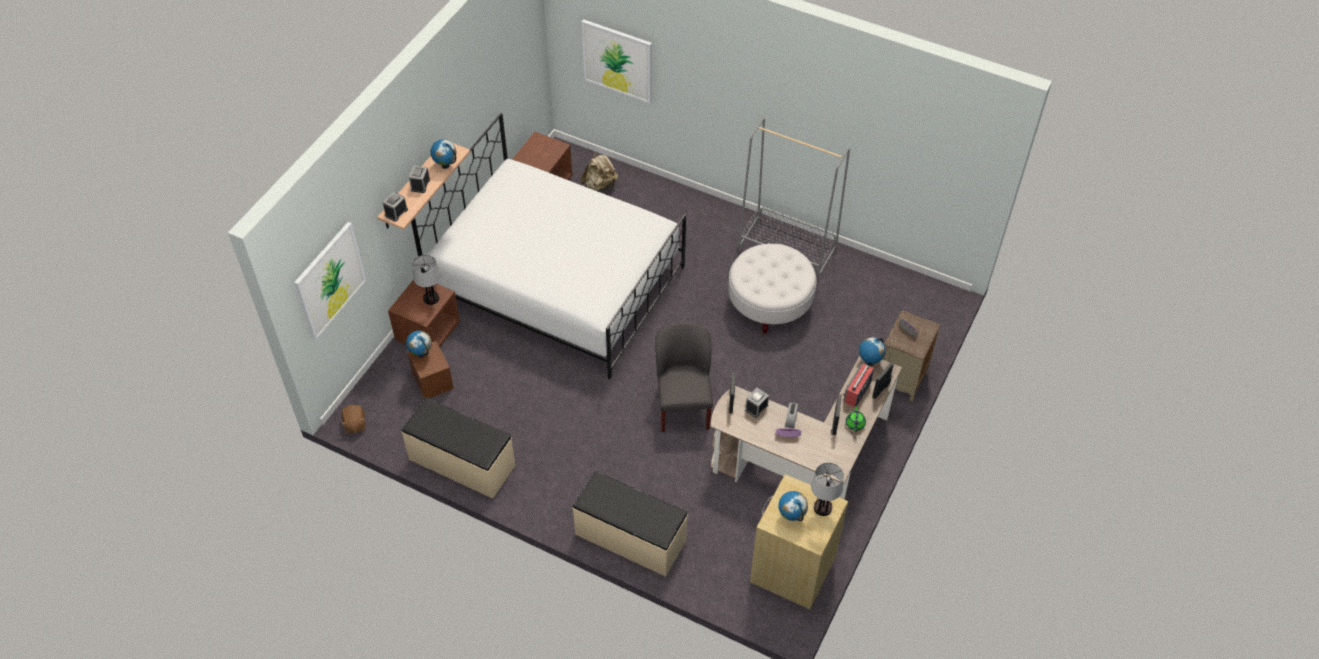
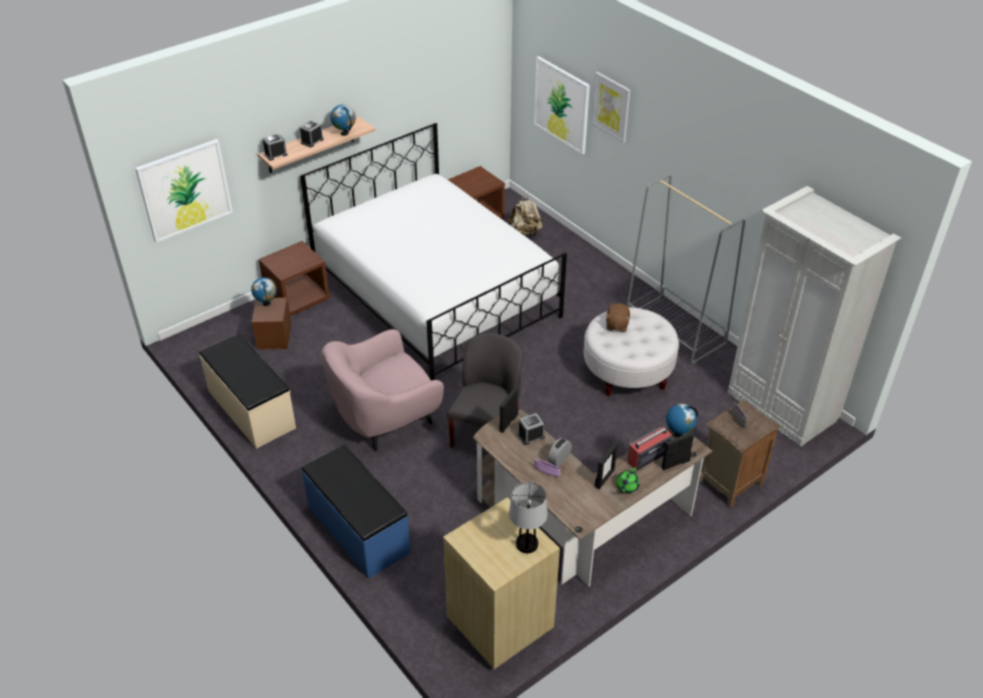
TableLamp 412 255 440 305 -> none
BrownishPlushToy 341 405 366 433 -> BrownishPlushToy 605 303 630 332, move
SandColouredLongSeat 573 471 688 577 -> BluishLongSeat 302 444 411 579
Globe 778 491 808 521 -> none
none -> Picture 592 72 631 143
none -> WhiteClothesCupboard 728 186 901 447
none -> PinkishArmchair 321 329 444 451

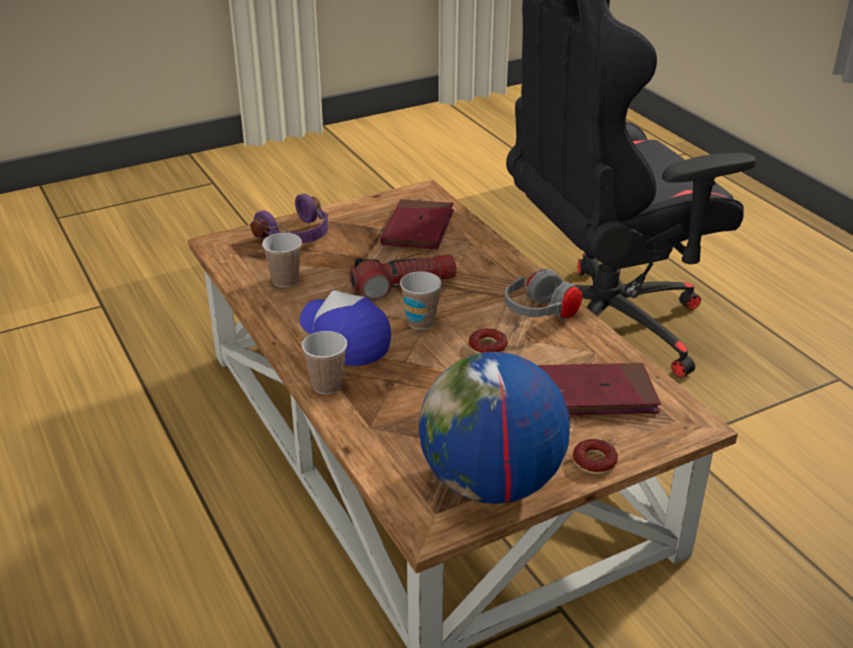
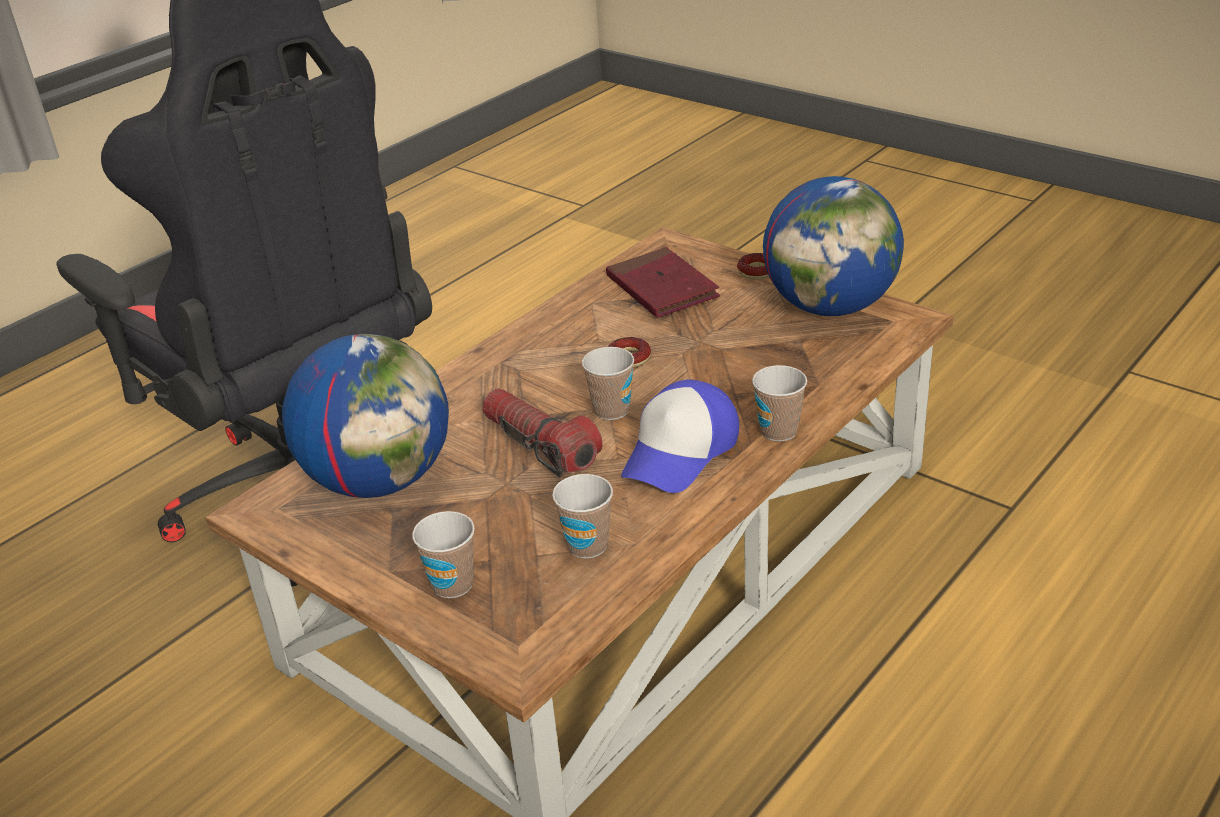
PurpleColouredPairOfHeadphones 251 194 328 243 -> DrinkingCup 412 511 475 598
ReddishBoundBook 380 199 454 249 -> Globe 282 334 449 498
GreyishPairOfHeadphones 504 269 582 320 -> none

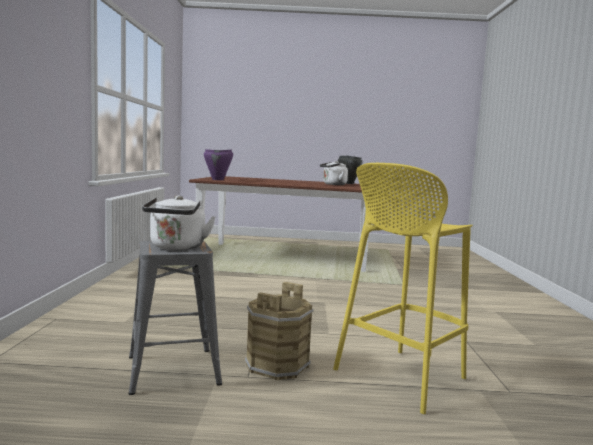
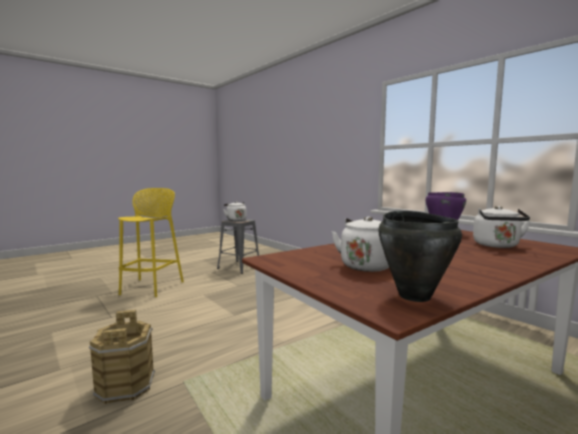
BrownishPail 245 282 313 380 -> BrownishPail 89 310 155 404, move
none -> WhiteTeaKettle 473 206 530 248

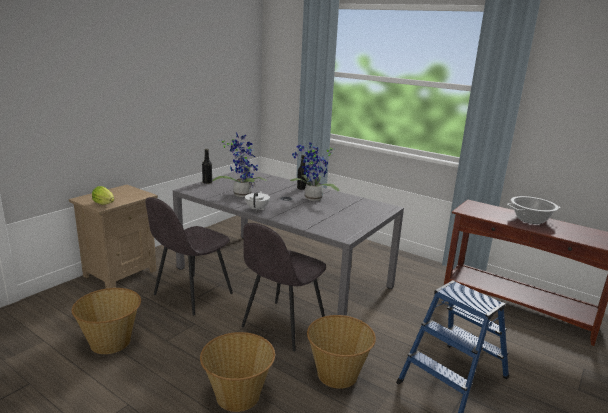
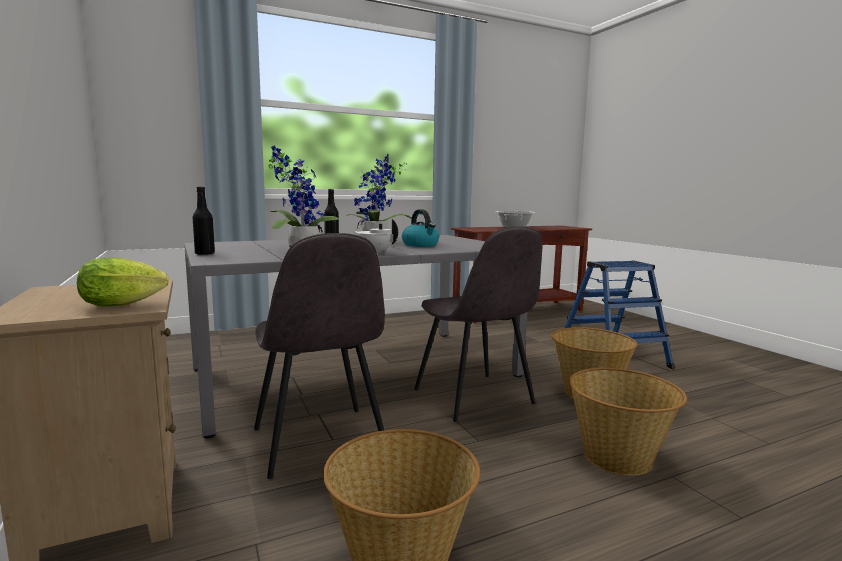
none -> TeaKettle 402 209 439 247

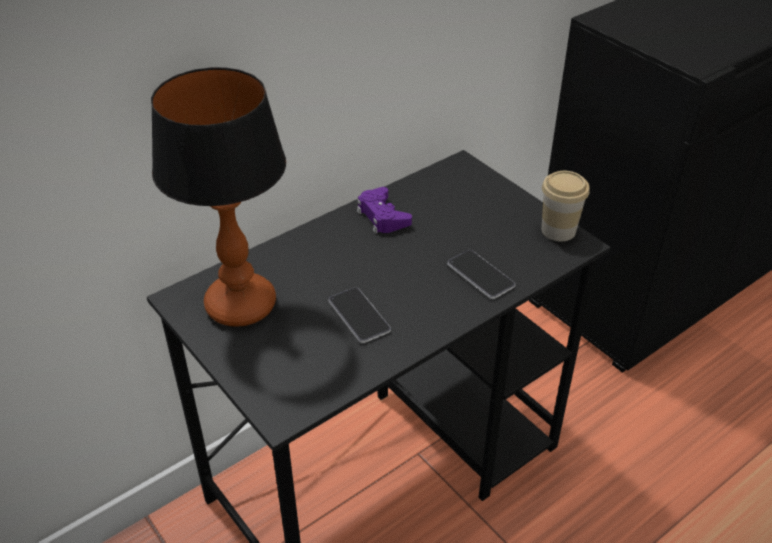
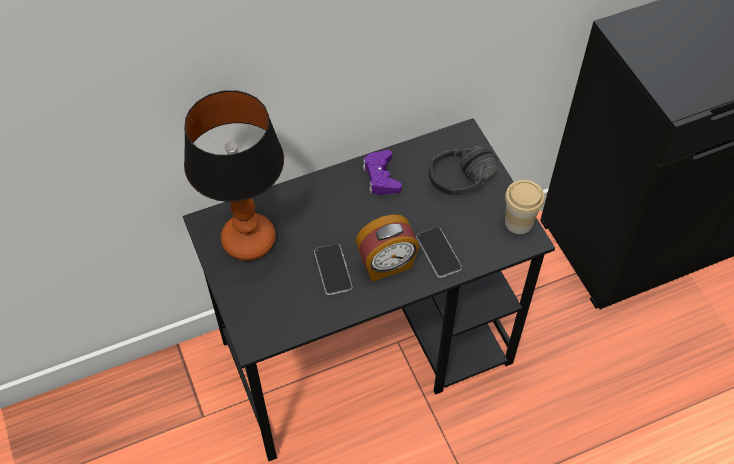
none -> BlackishPairOfHeadphones 429 146 498 196
none -> BedsideClock 356 214 420 282

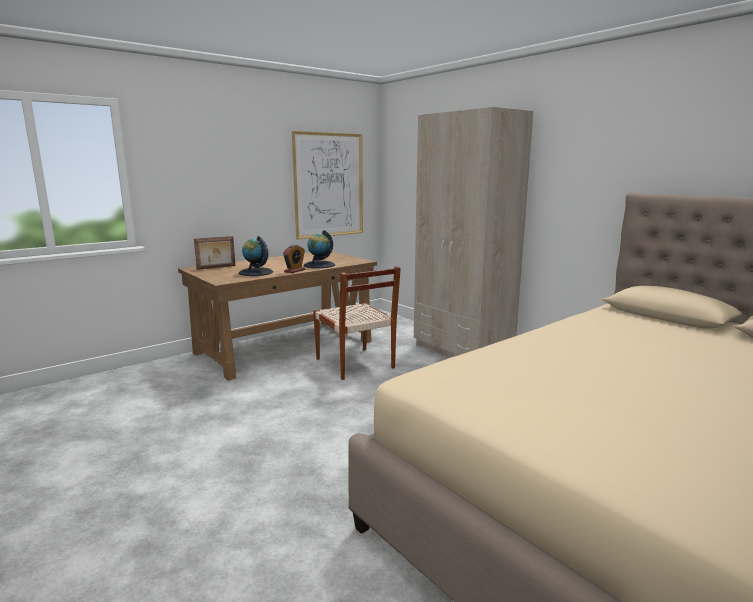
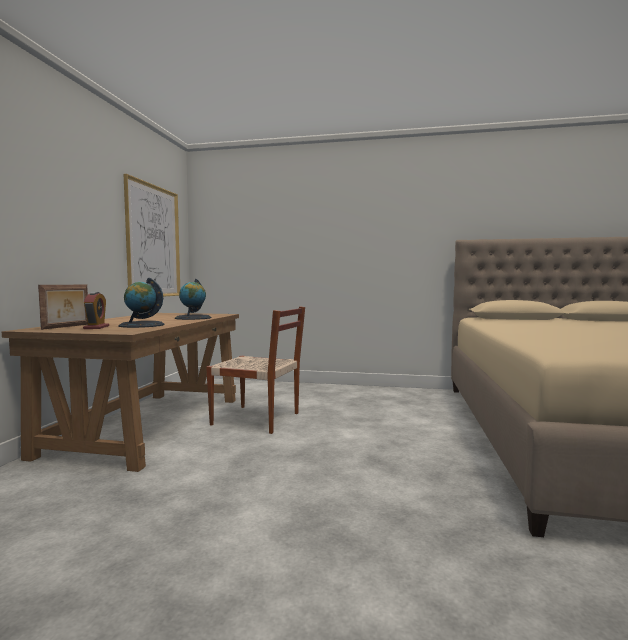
SandColouredClothesCupboard 414 107 533 358 -> none
BedsideClock 283 245 305 273 -> BedsideClock 83 292 109 329, move

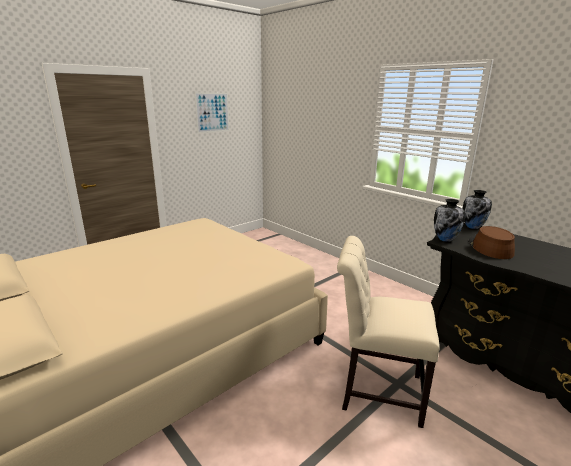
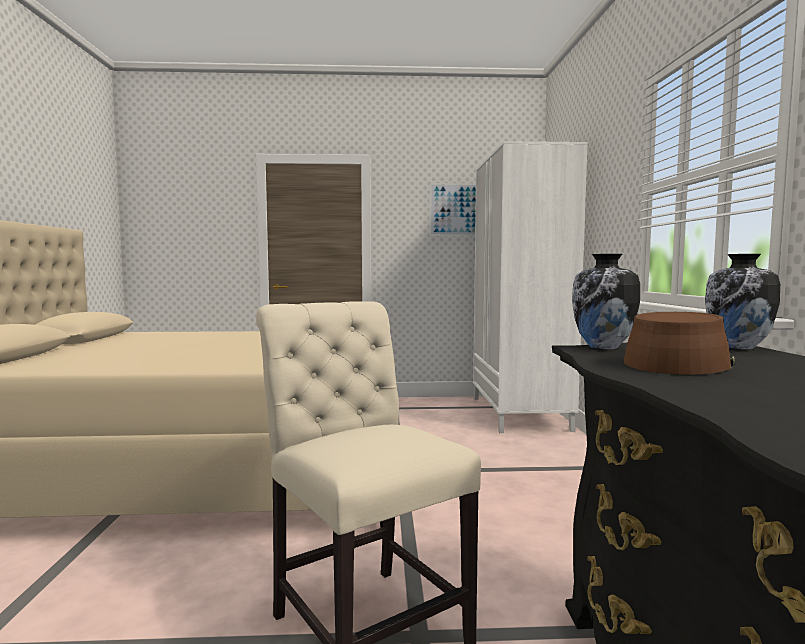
none -> WhiteClothesCupboard 473 141 588 433

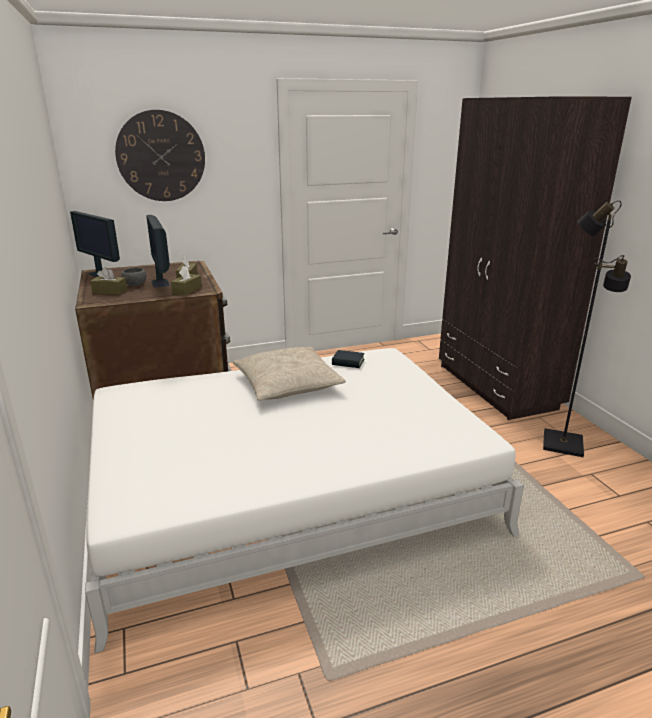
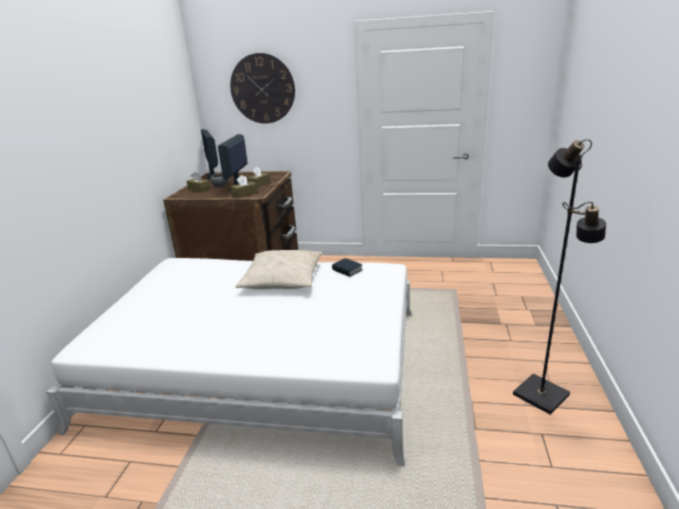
BrownishClothesCupboard 439 96 632 420 -> none

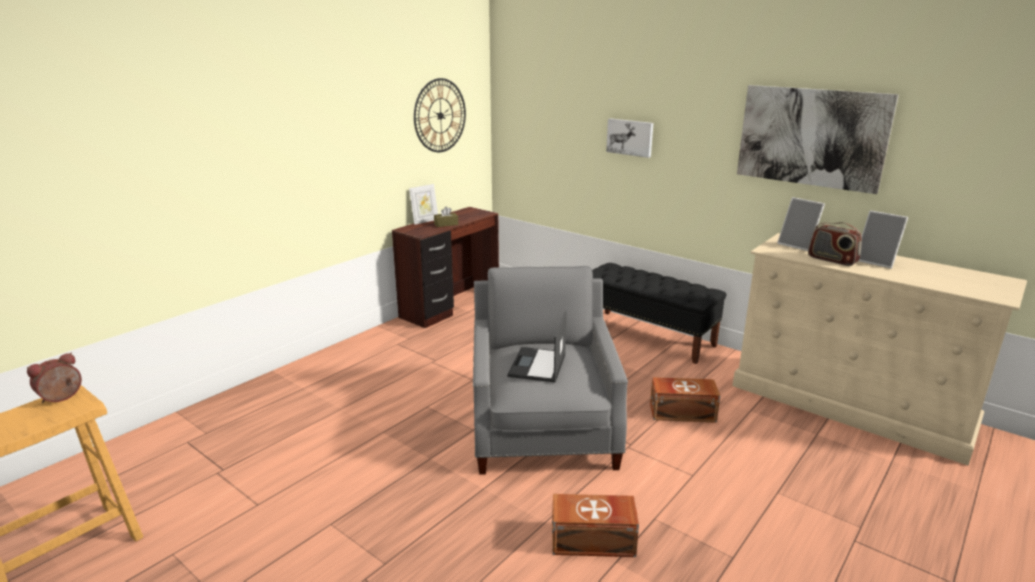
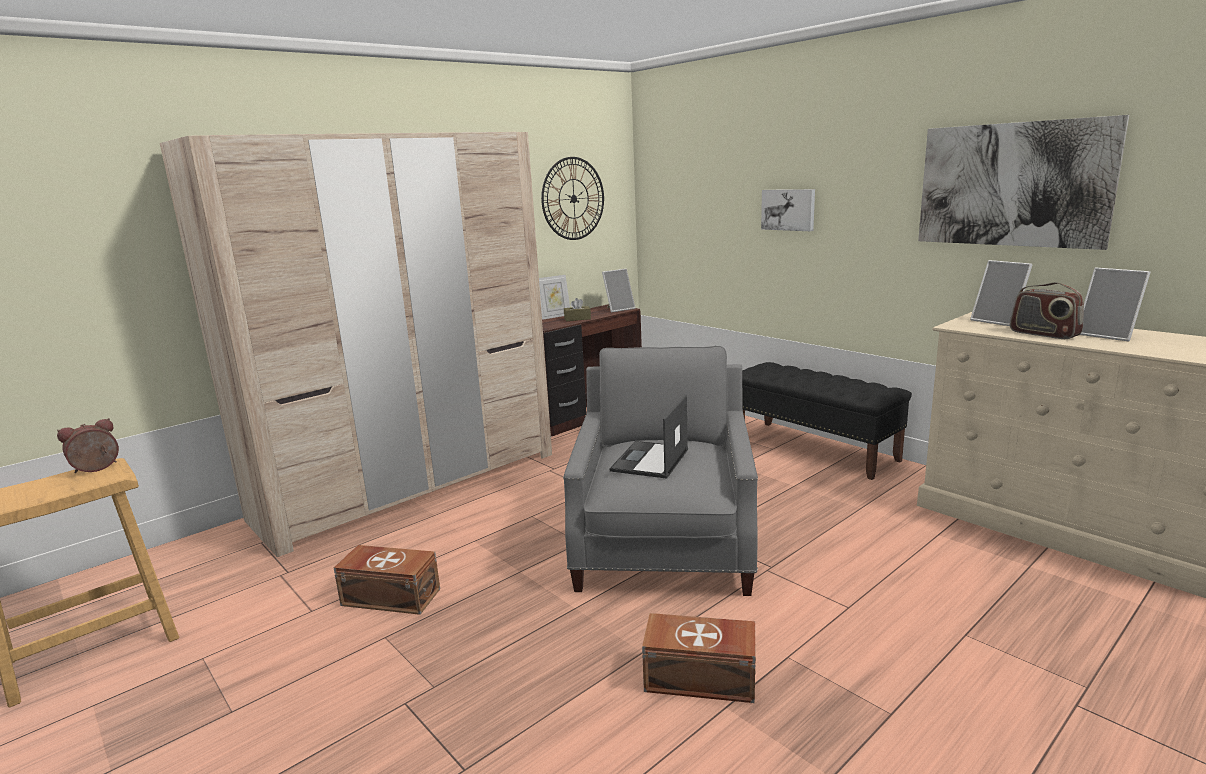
BrownishStorageContainer 650 377 720 423 -> BrownishStorageContainer 334 545 440 615, move
none -> SandColouredClothesCupboard 160 132 552 557
none -> PictureFrame 602 269 636 313

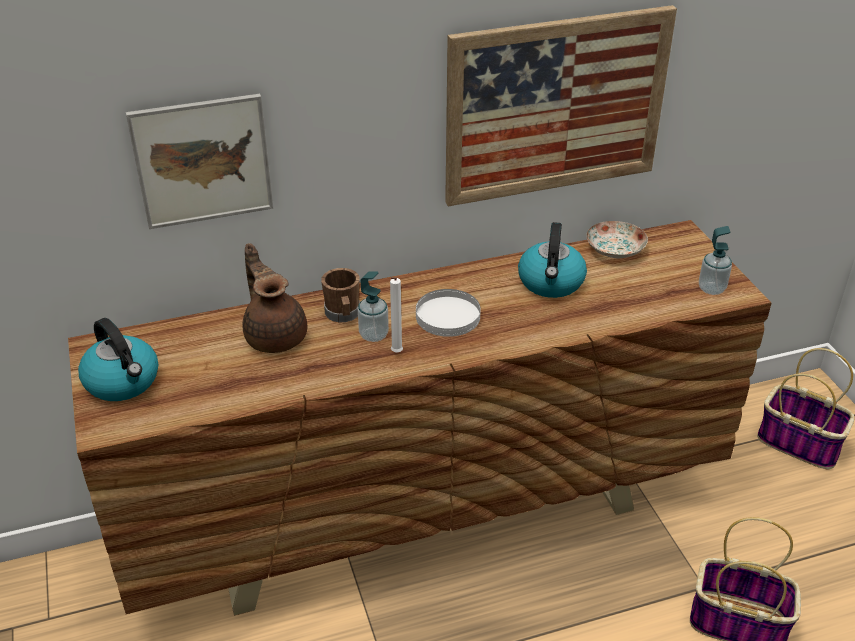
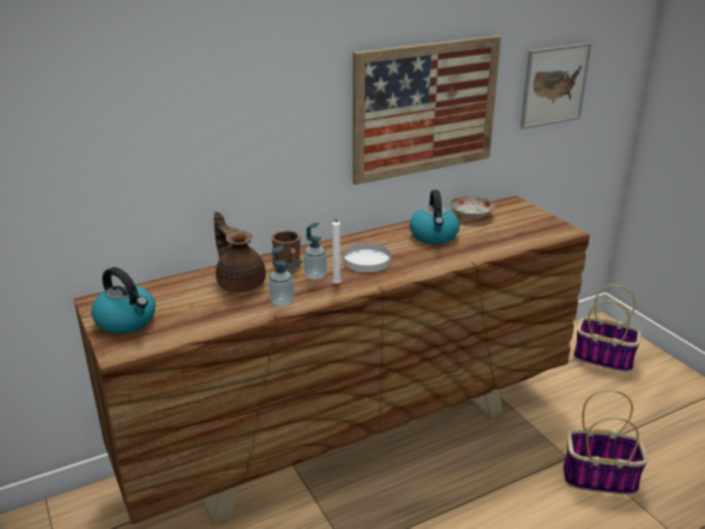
Picture 126 94 273 229 -> Picture 520 43 591 129, move
LiquidSoapBottle 699 226 732 295 -> LiquidSoapBottle 268 246 294 307, move

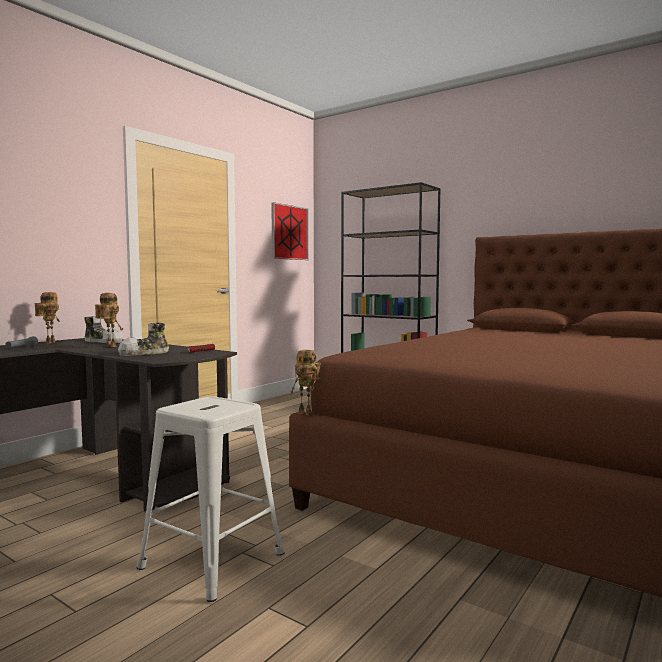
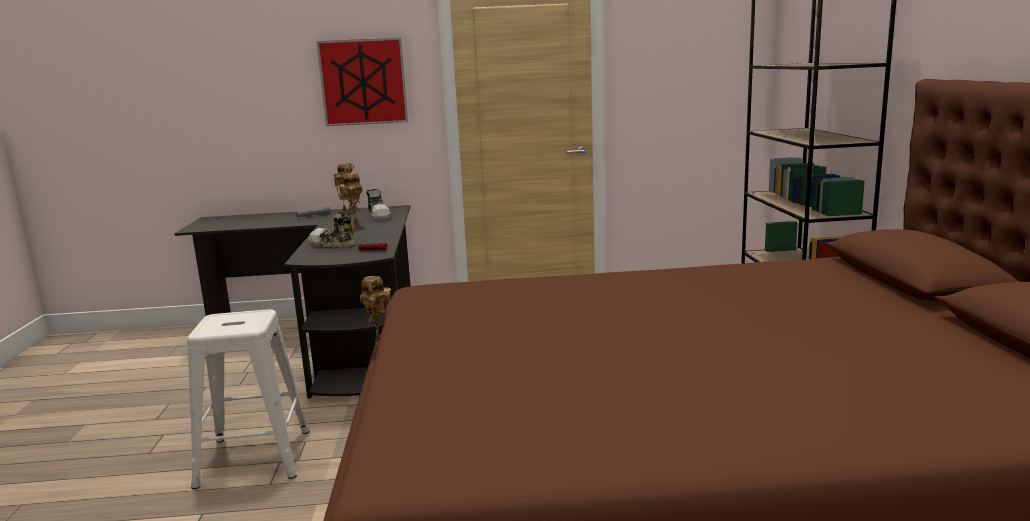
Picture 271 202 309 260 -> Picture 316 38 408 126, move

